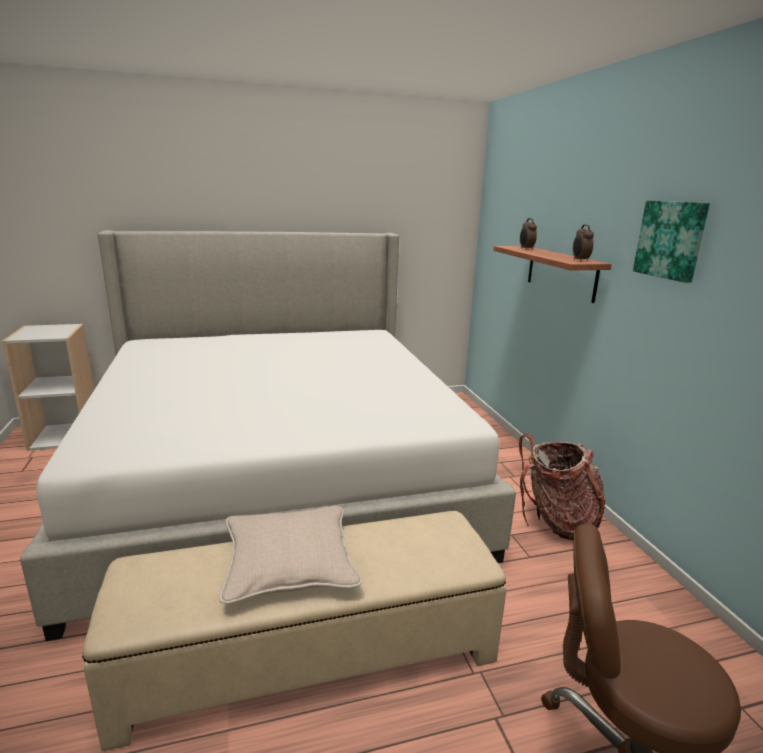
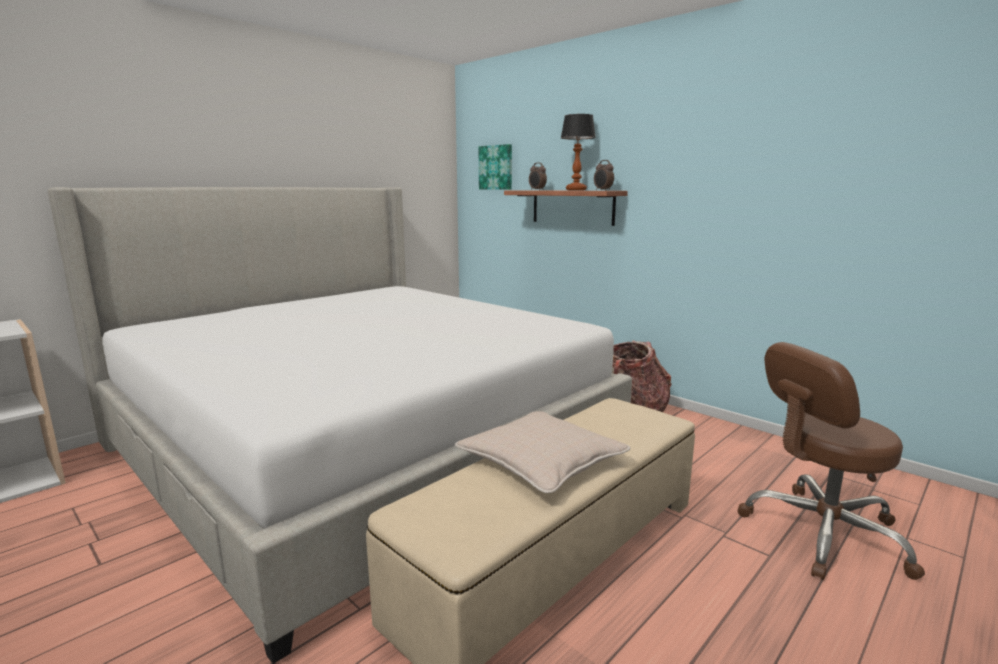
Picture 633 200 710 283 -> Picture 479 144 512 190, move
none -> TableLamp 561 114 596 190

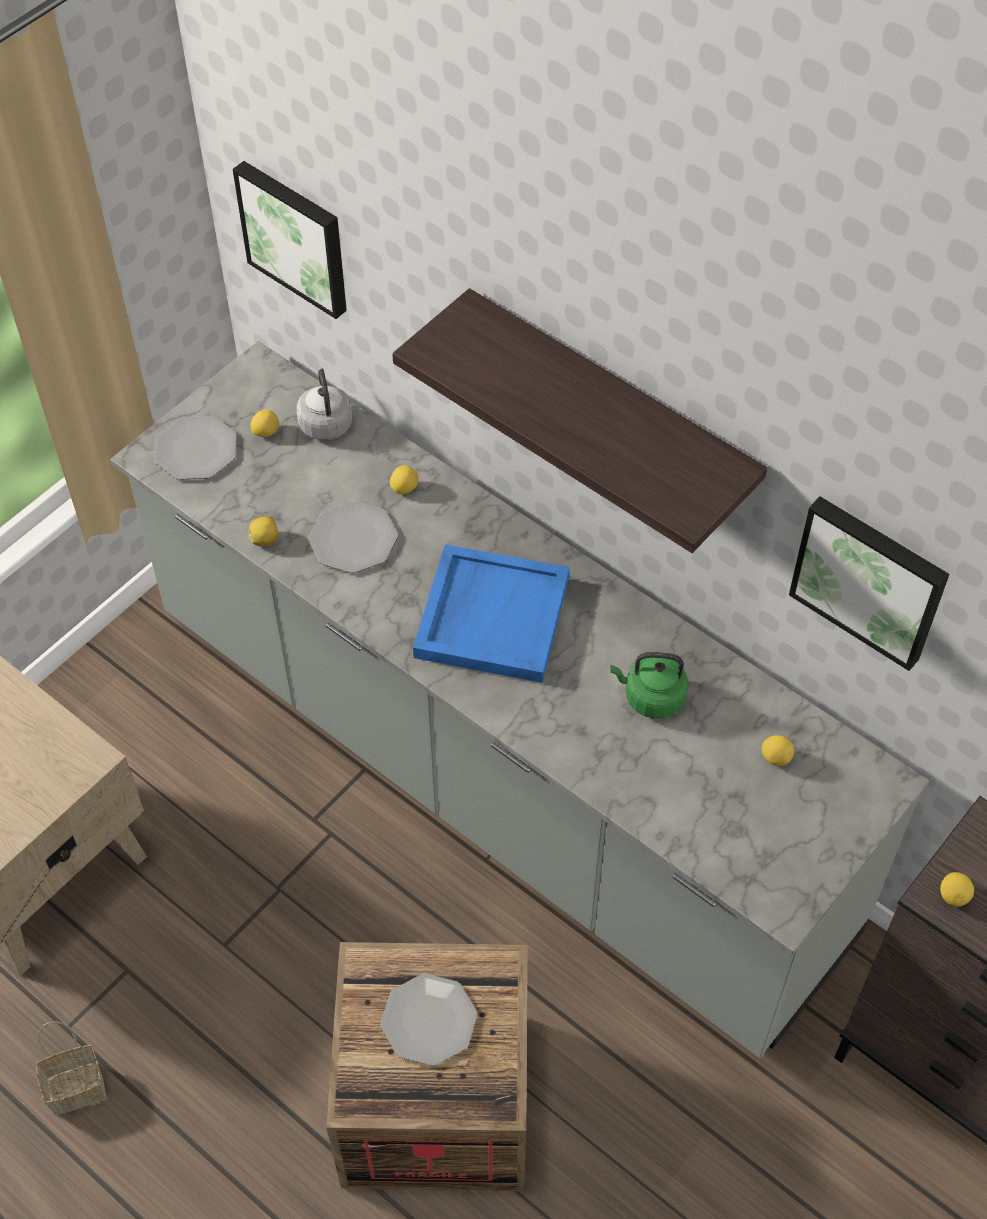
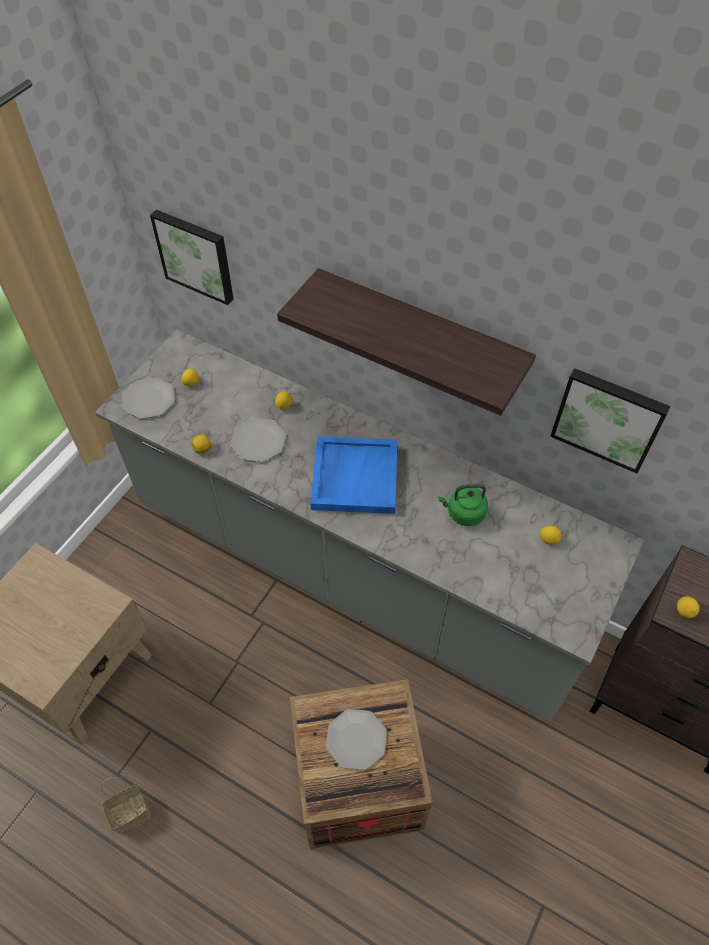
GreyishTeaKettle 297 368 352 440 -> none

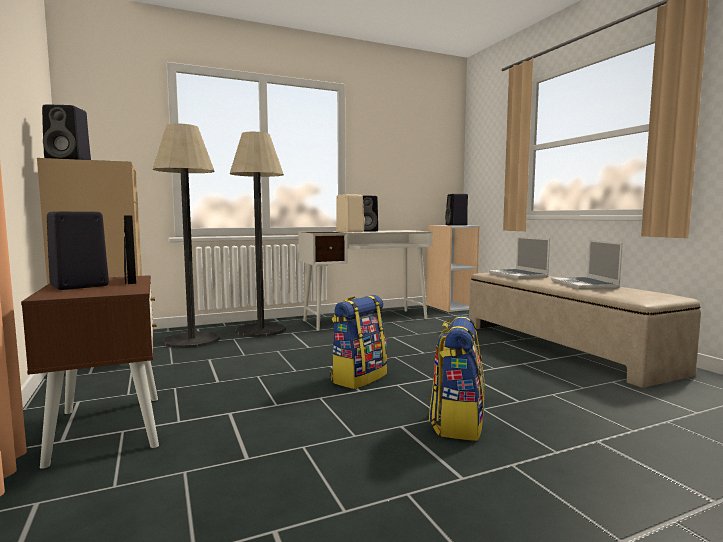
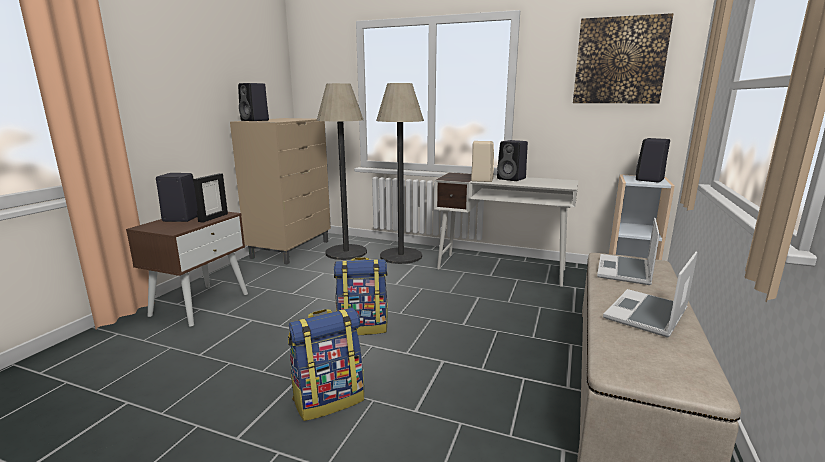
none -> Picture 573 13 673 103

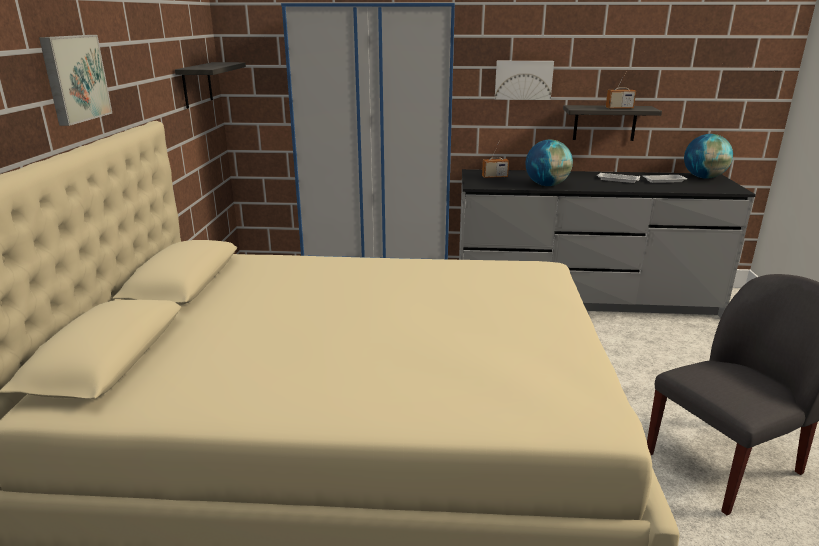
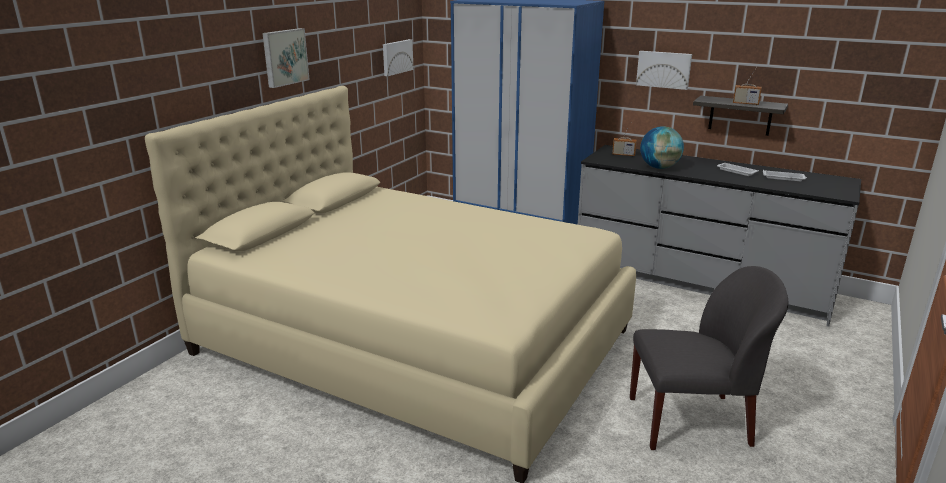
BracketShelf 175 62 246 109 -> Picture 383 39 413 76
Globe 684 134 733 179 -> none

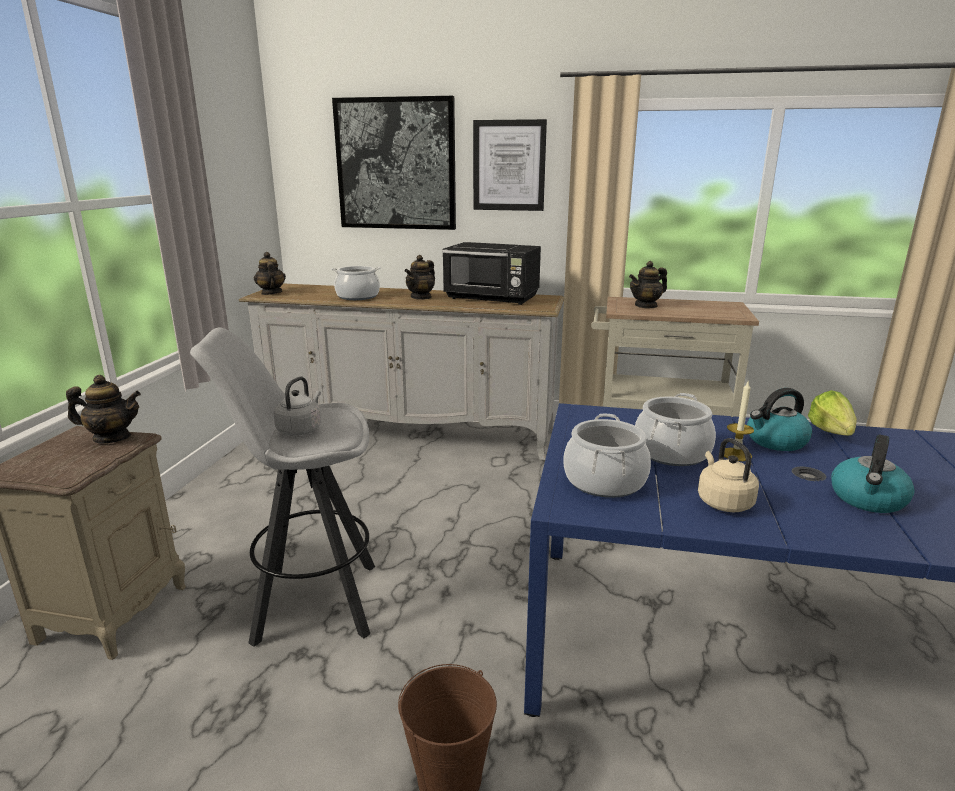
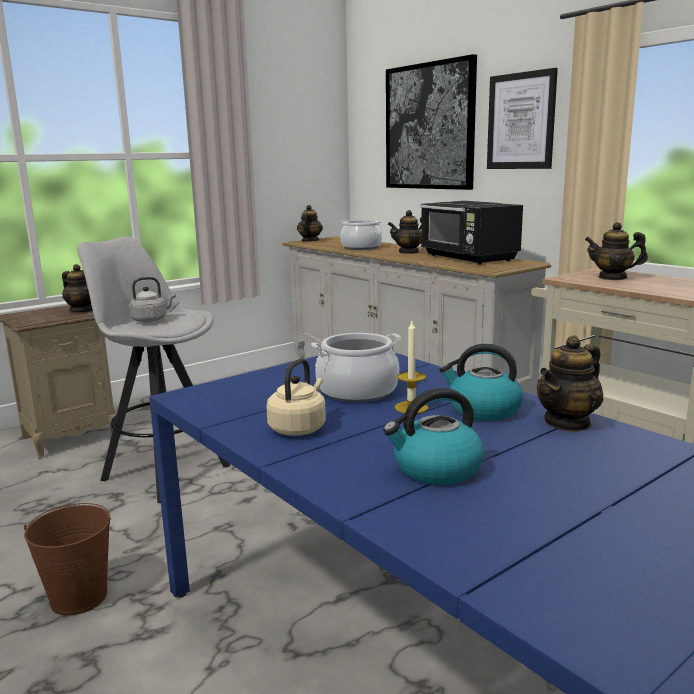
LettuceHead 808 390 857 436 -> PotForTea 537 335 603 432
Stockpot 563 414 651 498 -> none

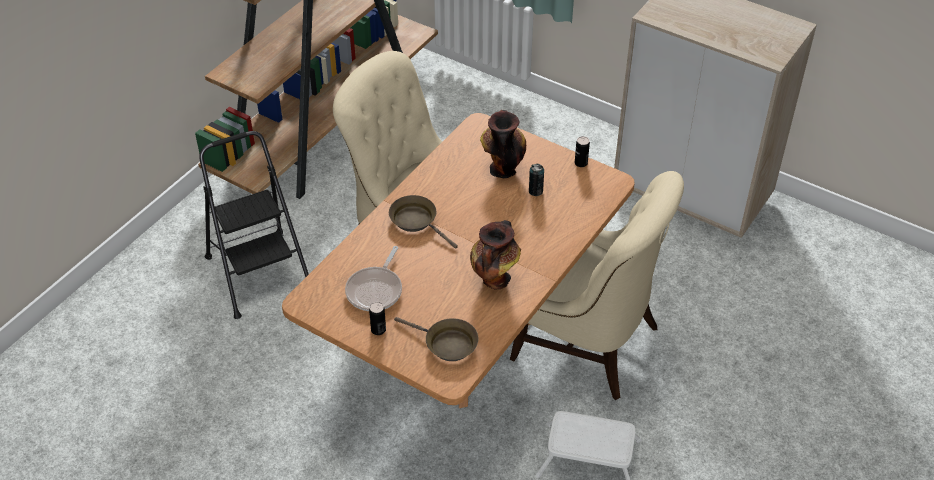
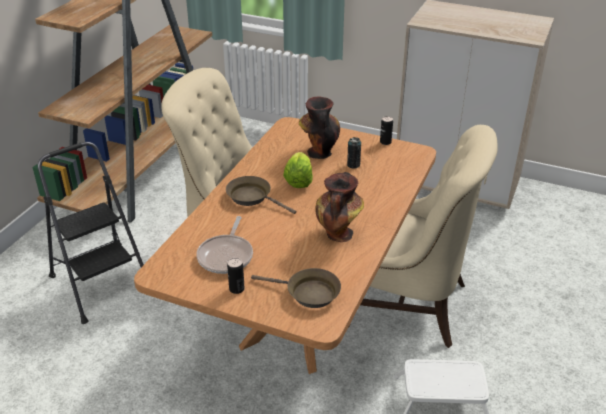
none -> LettuceHead 283 152 313 188

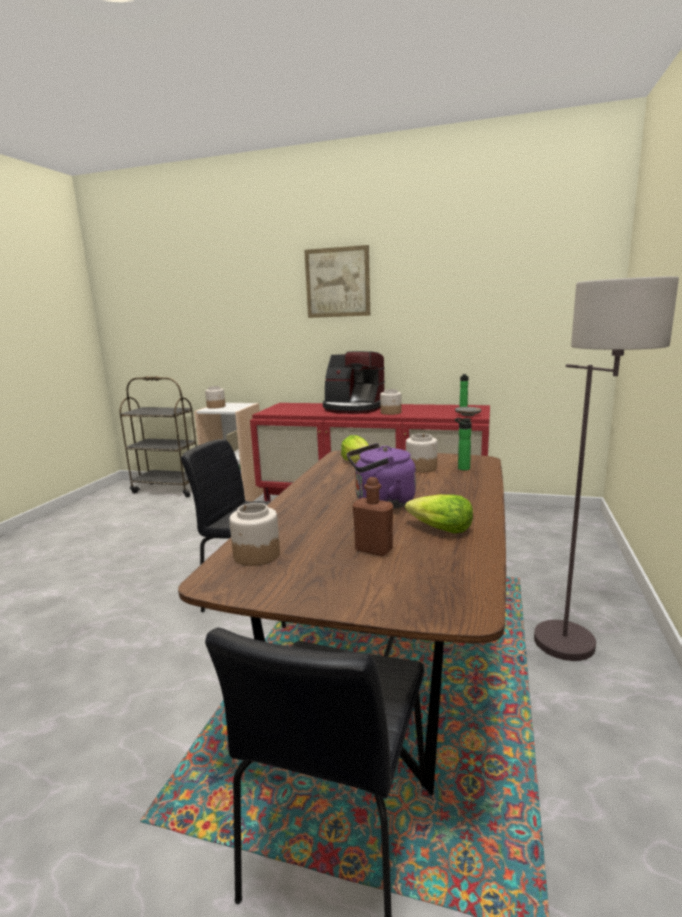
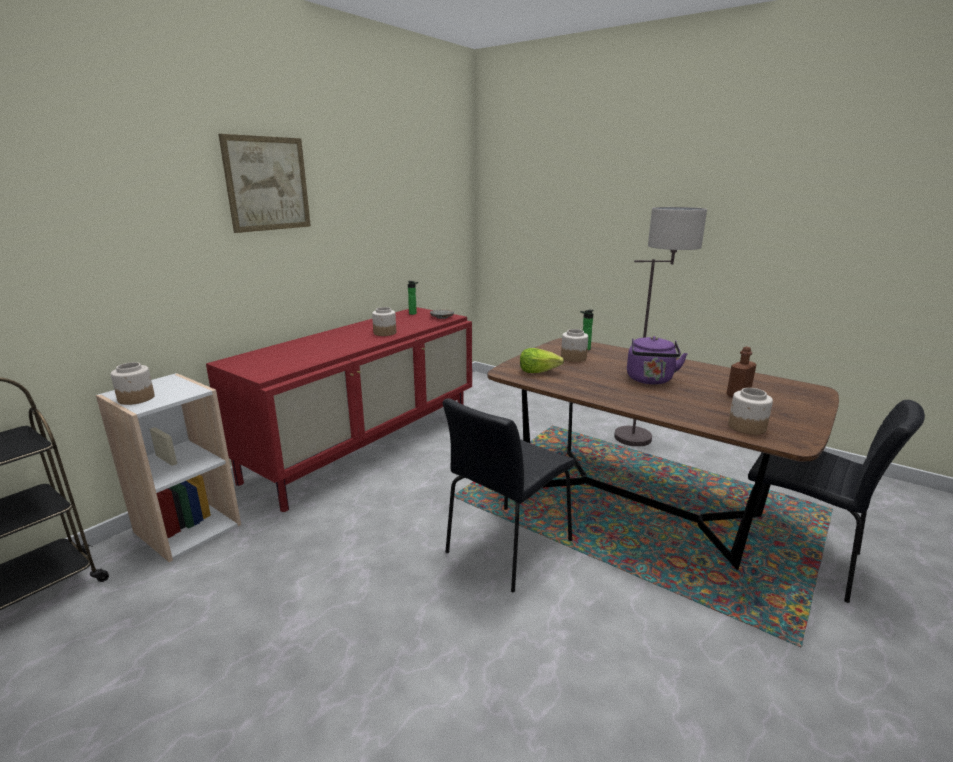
CoffeeBrewer 323 351 385 414 -> none
LettuceHead 405 494 473 533 -> none

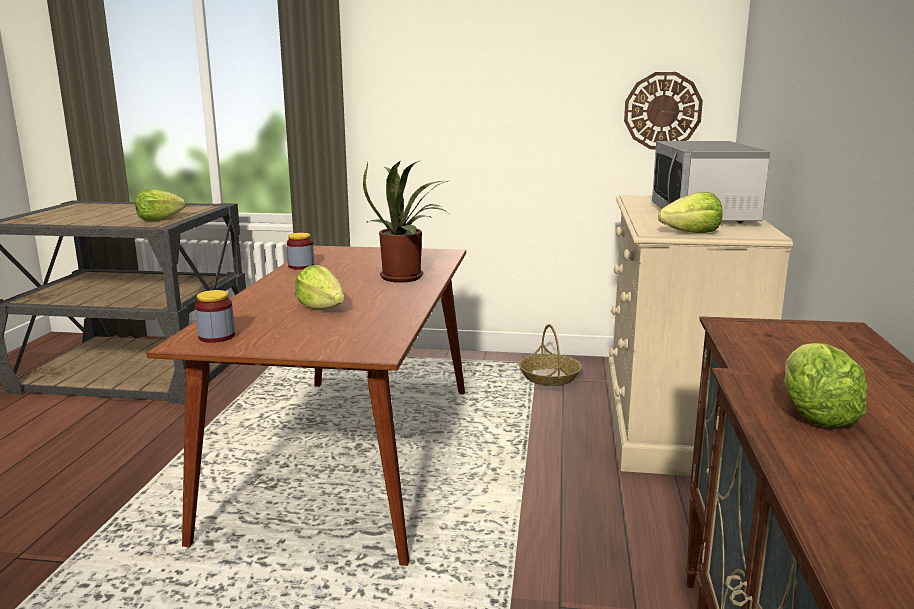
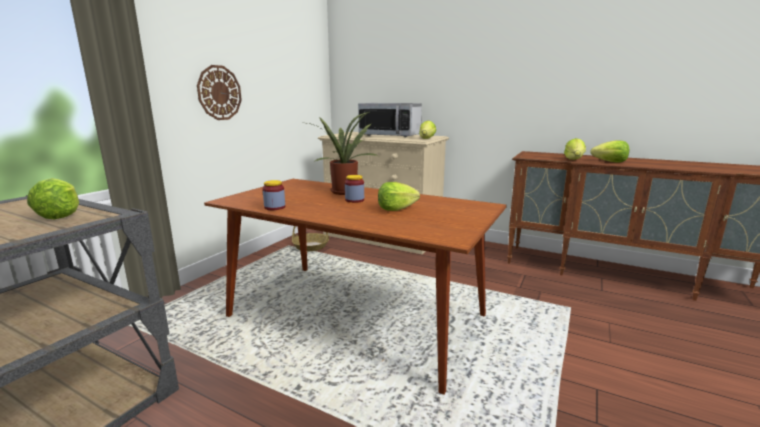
ClockOnTheWall 624 72 703 149 -> ClockOnTheWall 197 65 242 120, move
PreserveJar 195 290 235 343 -> PreserveJar 345 175 364 203, move
none -> LettuceHead 564 138 586 160

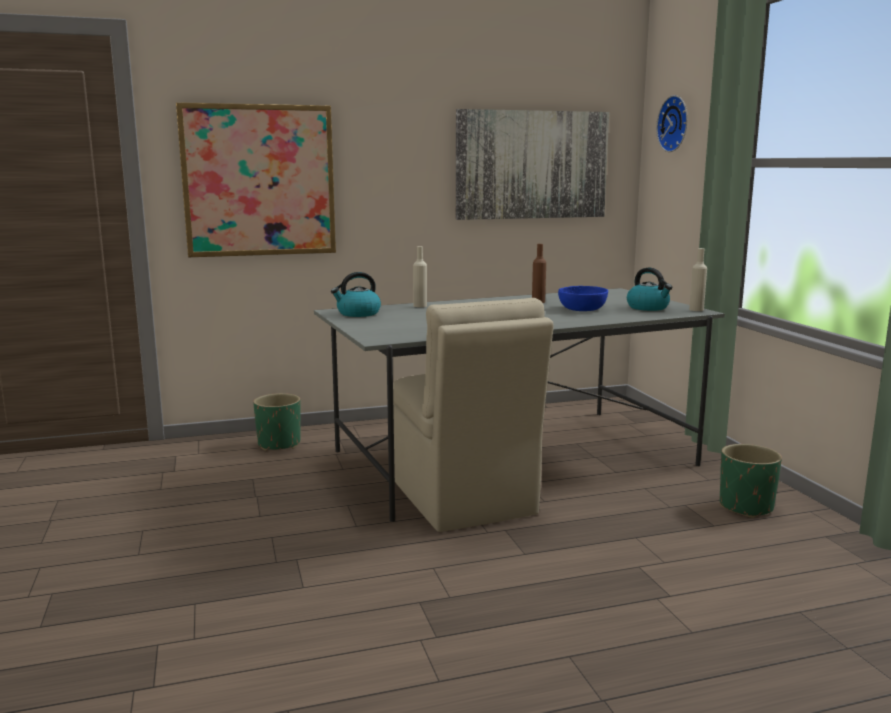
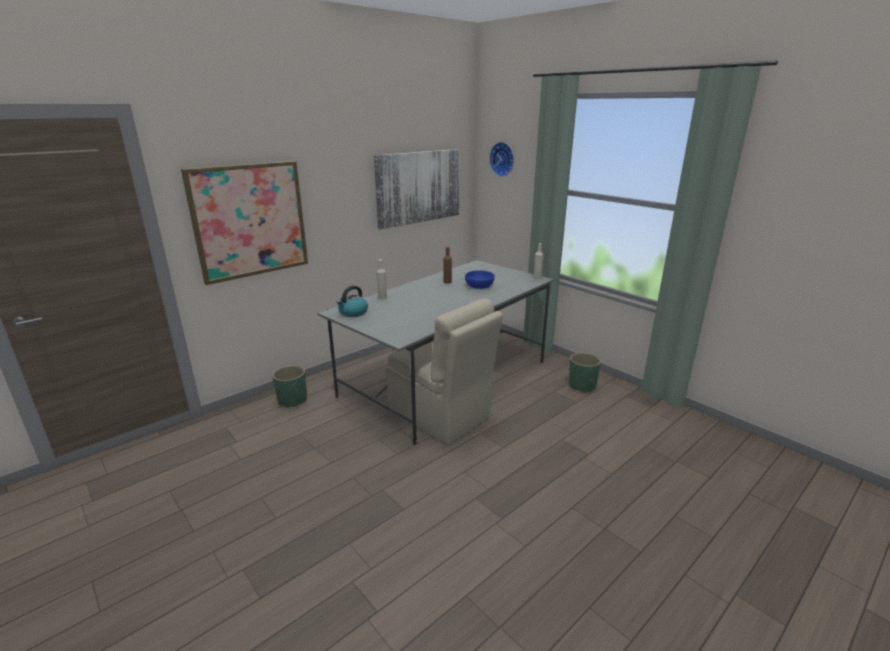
TeaKettle 627 268 672 311 -> none

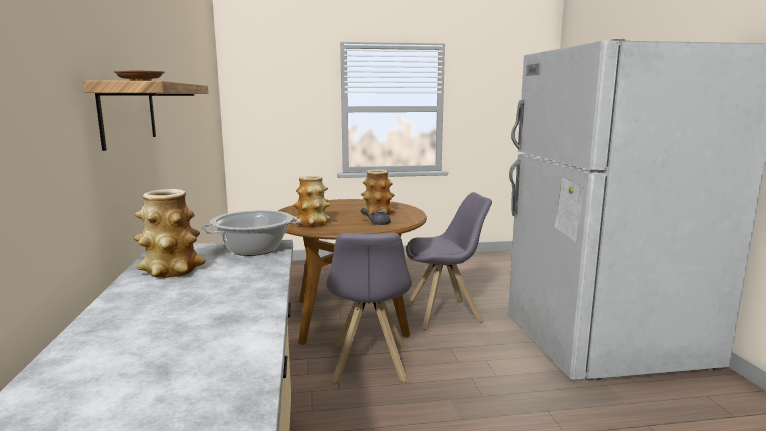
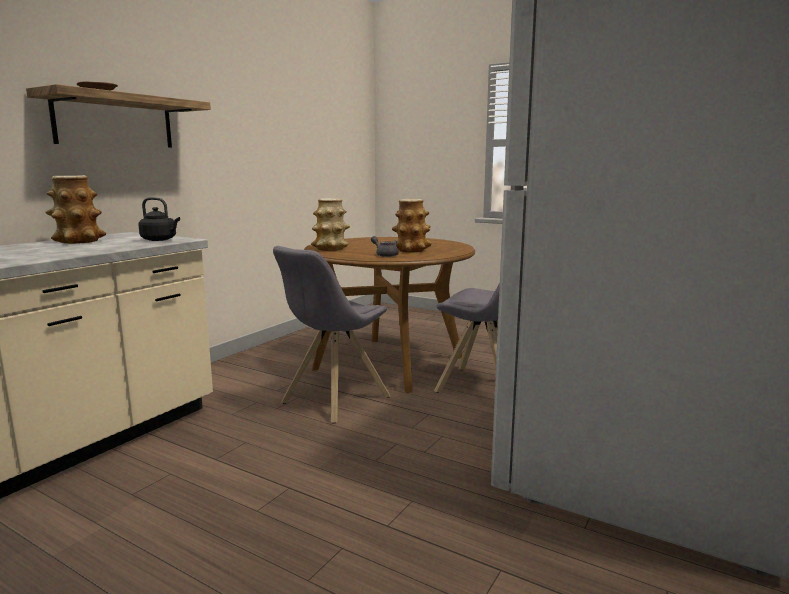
Stockpot 202 210 301 256 -> BlackishTeaKettle 138 197 180 241

